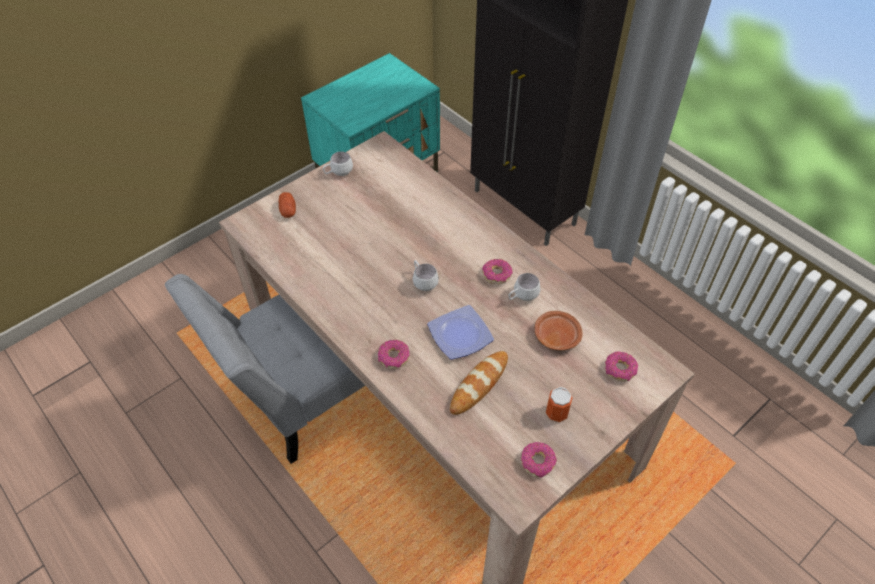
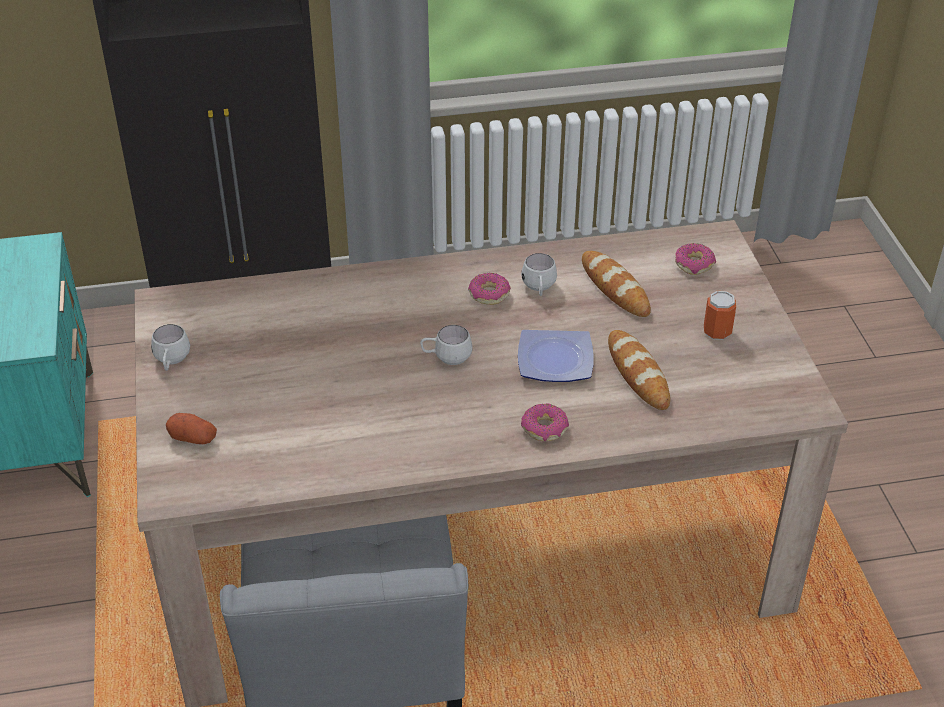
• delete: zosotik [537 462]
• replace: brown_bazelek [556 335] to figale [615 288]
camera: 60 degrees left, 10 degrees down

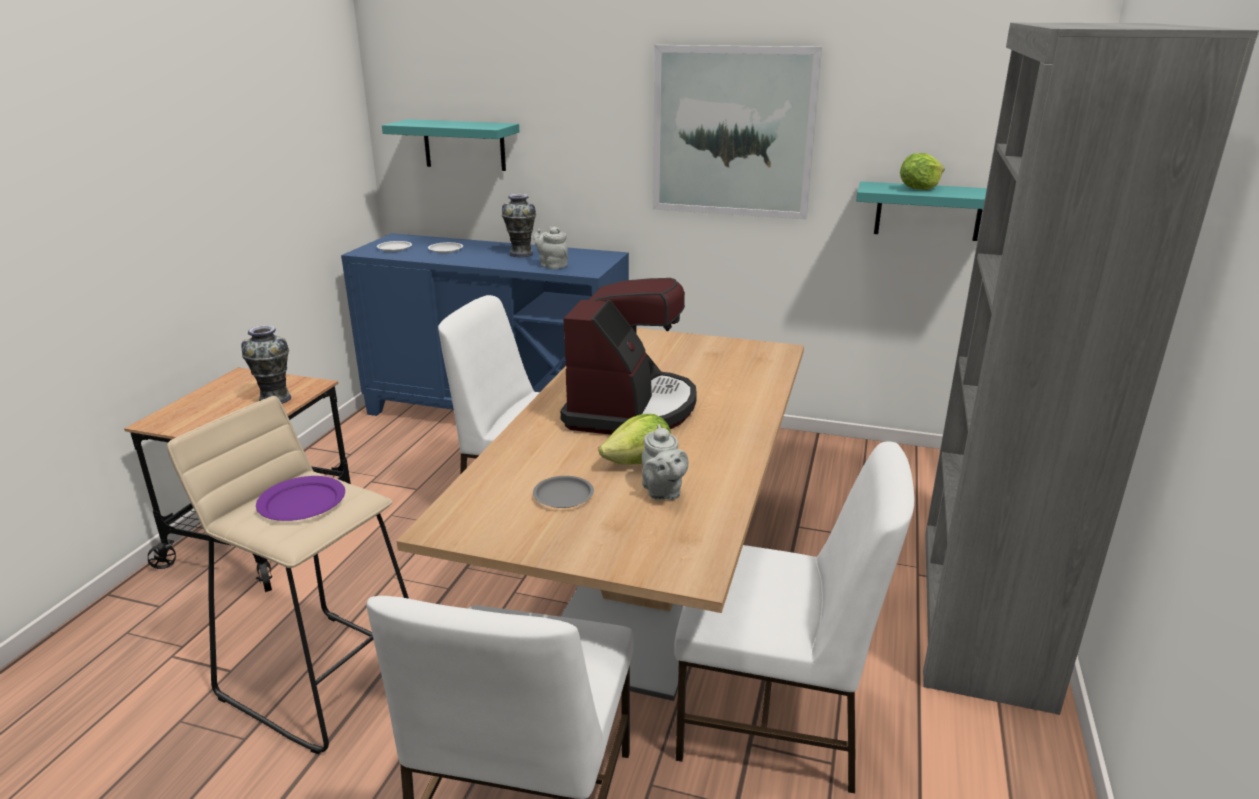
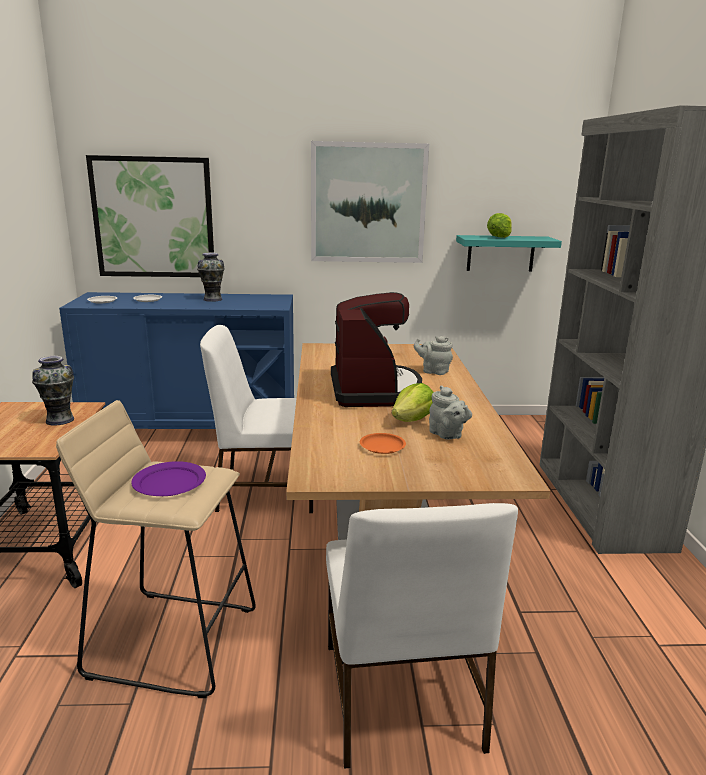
• delete: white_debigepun [773 719]
• move: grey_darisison [552 265] to [433 371]
• replace: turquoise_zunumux [464 145] to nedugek [153 218]
• recolor: grey_bazelek [563 496] to orange_bazelek [382 446]
camera: 20 degrees left, 5 degrees down

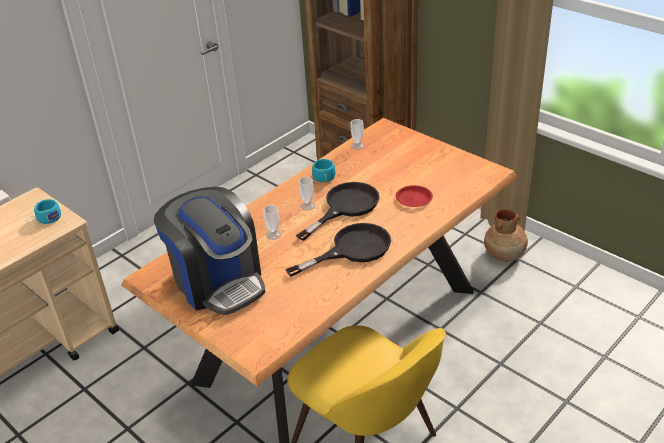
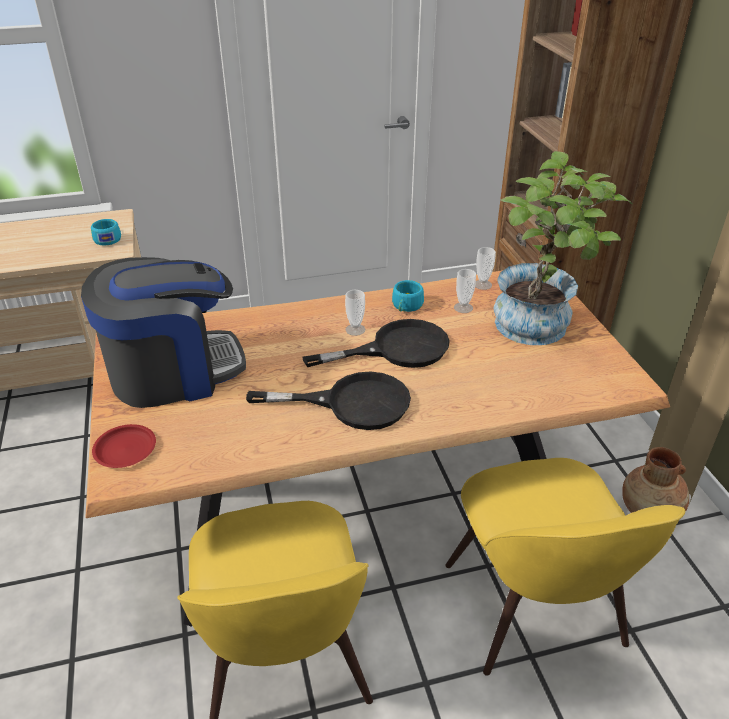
• insert: yellow_debigepun [535 610]
• insert: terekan [540 329]
• move: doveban [273 234] to [463 308]
• move: red_bazelek [414 198] to [126 449]
• rotate: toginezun [218 281] = [174 372] 105 degrees counterclockwise
camera: 30 degrees right, 0 degrees up

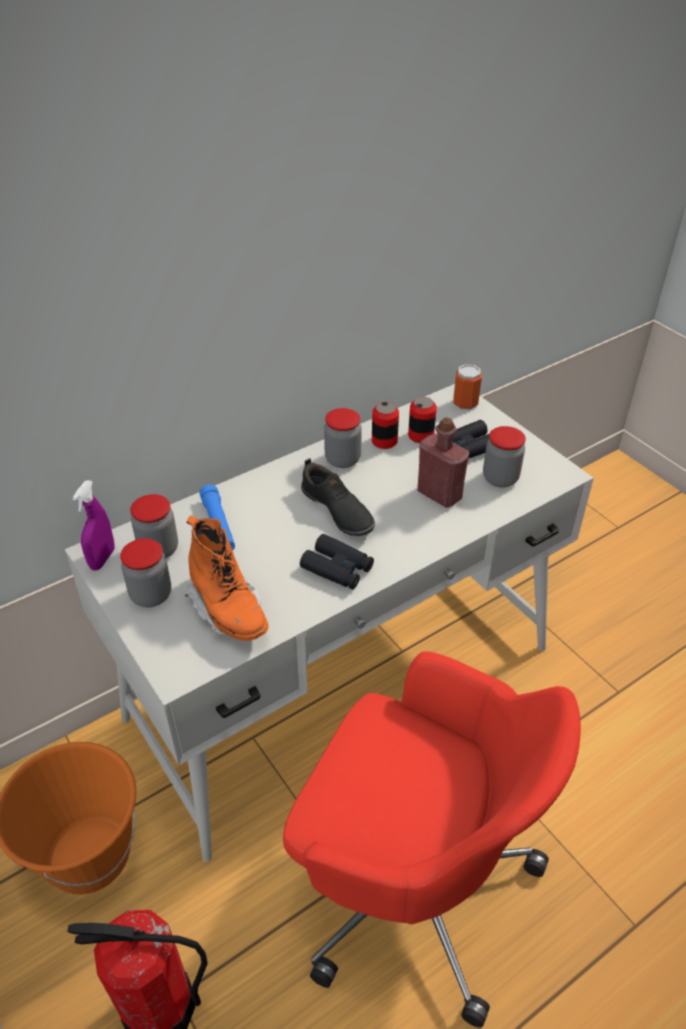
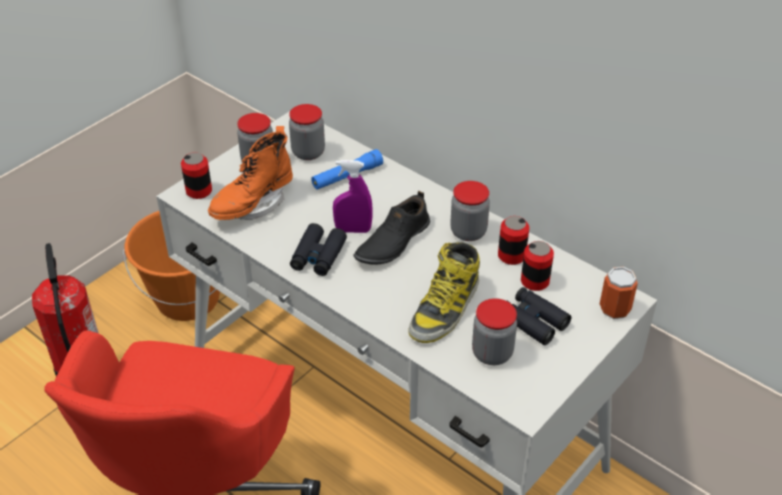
• insert: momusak [199 191]
• move: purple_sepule [102 559] to [353 230]
• replace: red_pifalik [439 494] to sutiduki [445 308]
camera: 75 degrees right, 0 degrees up

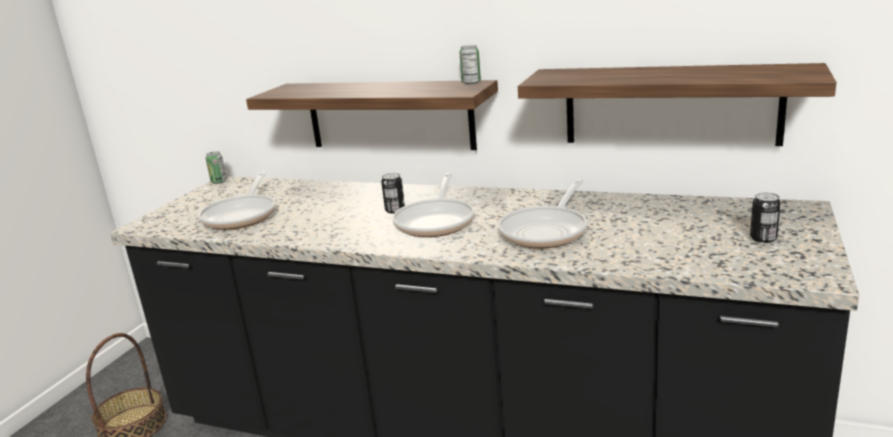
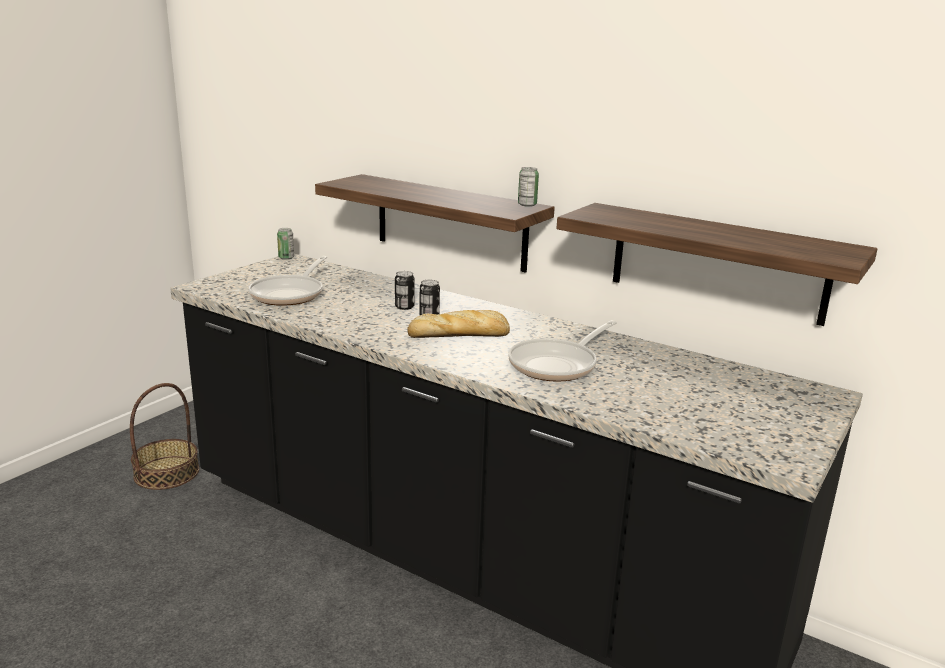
• move: momusak [763 238] to [404 307]
• replace: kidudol [436 221] to figale [461 335]
camera: 10 degrees right, 0 degrees up

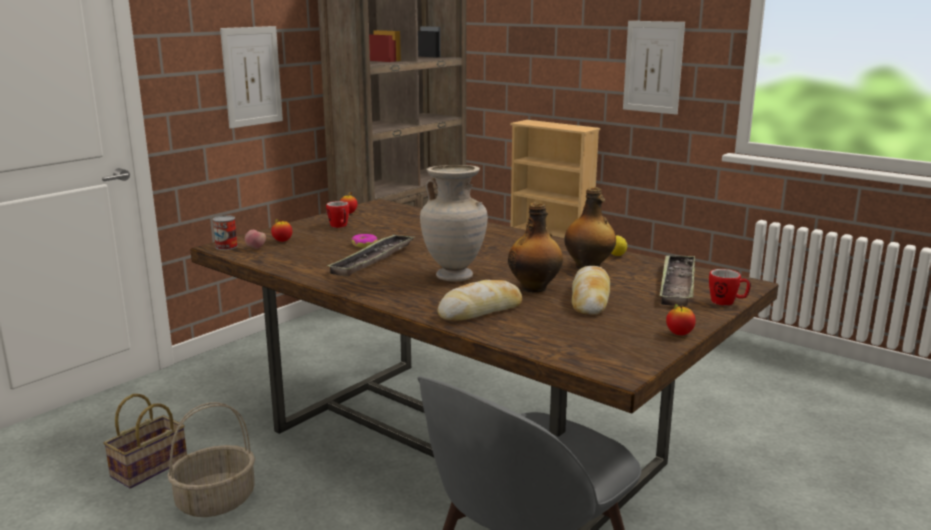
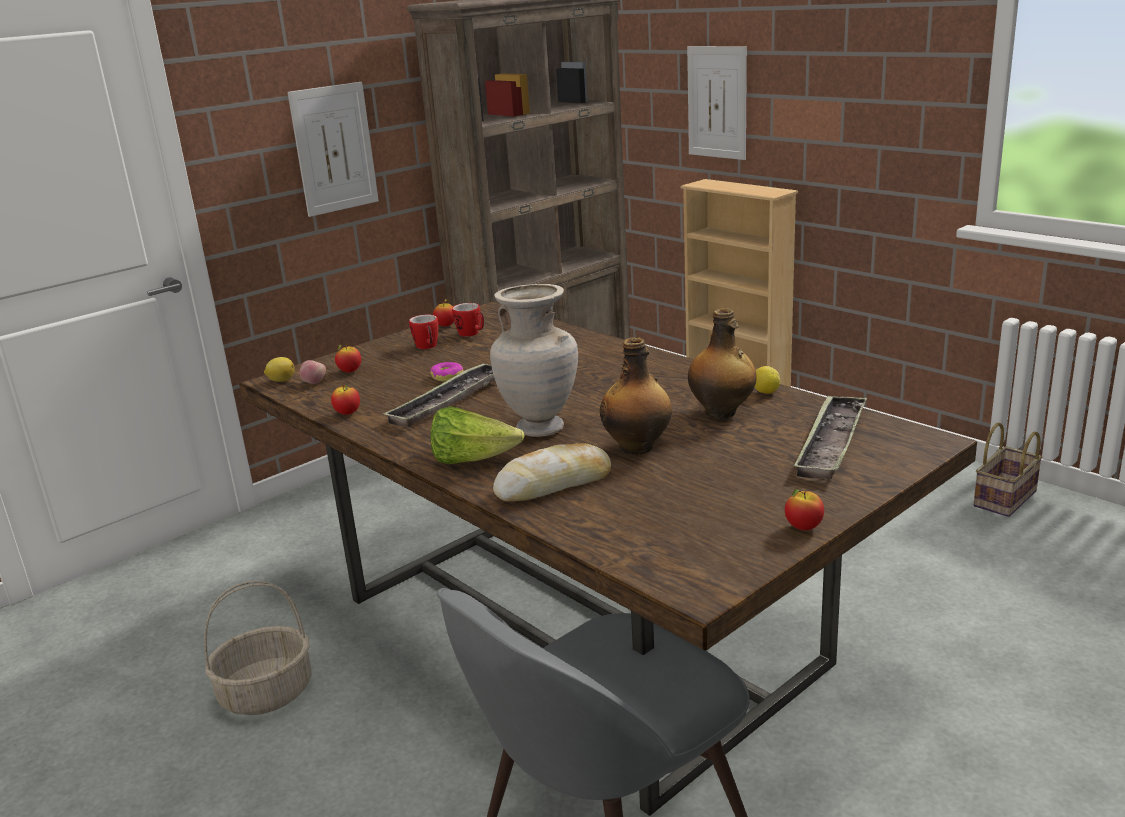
• delete: figale [590 299]
• insert: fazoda [348 413]
• insert: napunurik [472 460]
• move: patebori [148 469] to [1005 500]
• move: nedugek [653 67] to [717 102]
• move: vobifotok [727 302] to [472 334]
• replace: momusak [226 246] to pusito [281 380]
camera: 10 degrees right, 5 degrees up

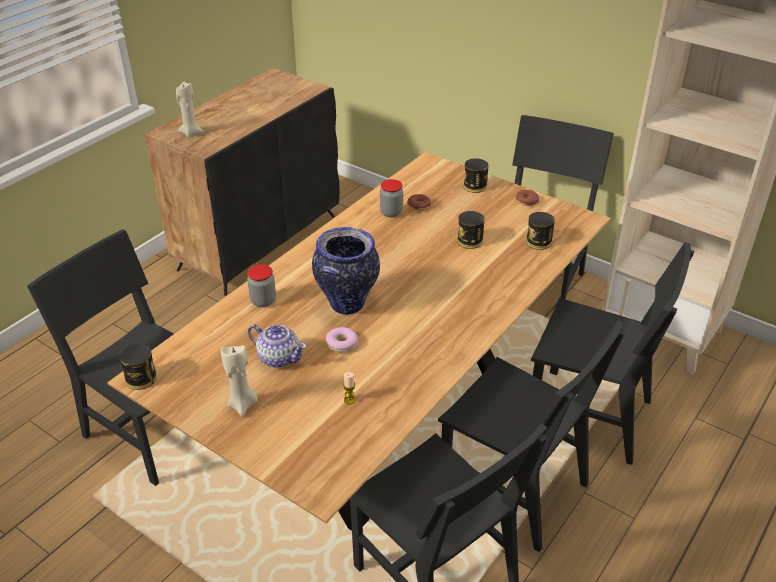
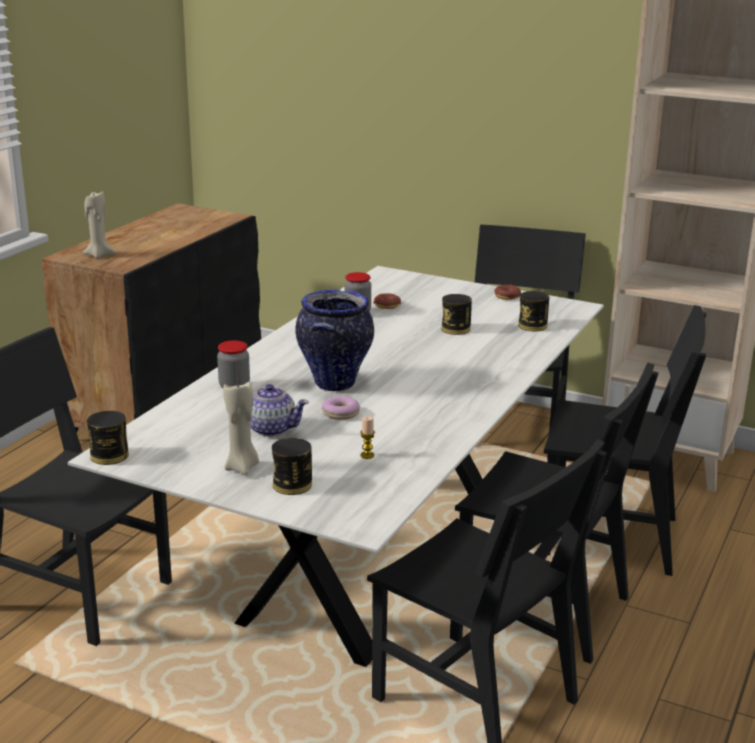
• move: momusak [475 186] to [292 485]
• recolor: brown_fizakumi [388 422] to white_fizakumi [375 561]
camera: 10 degrees left, 15 degrees down

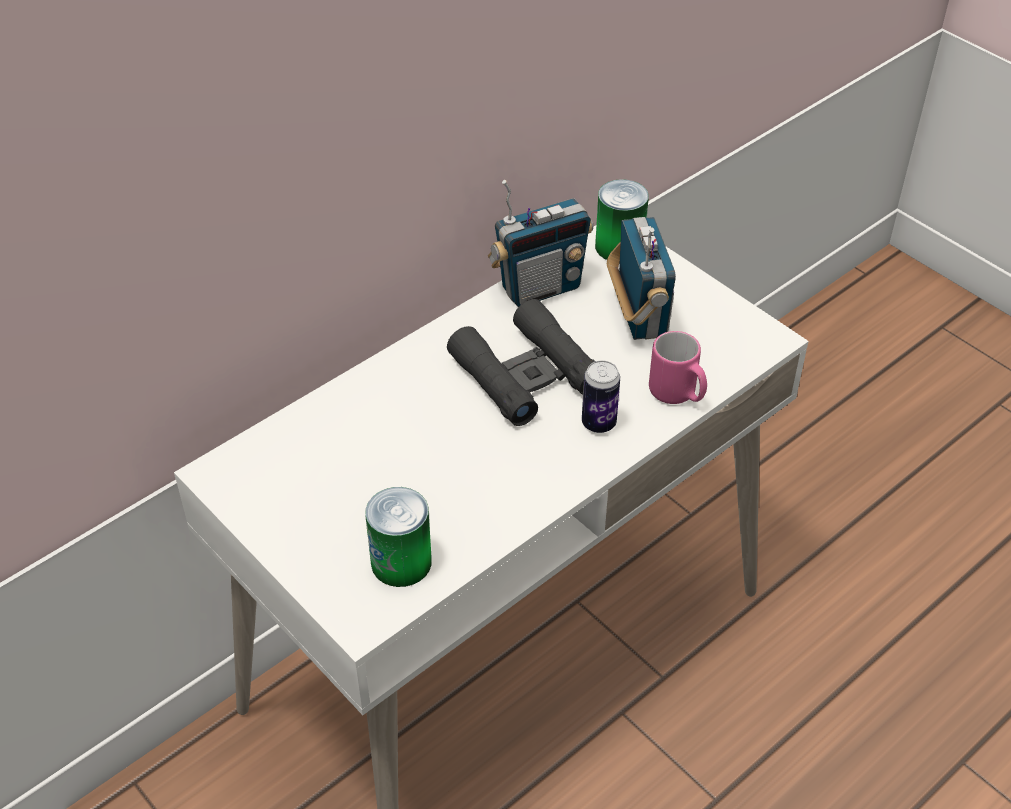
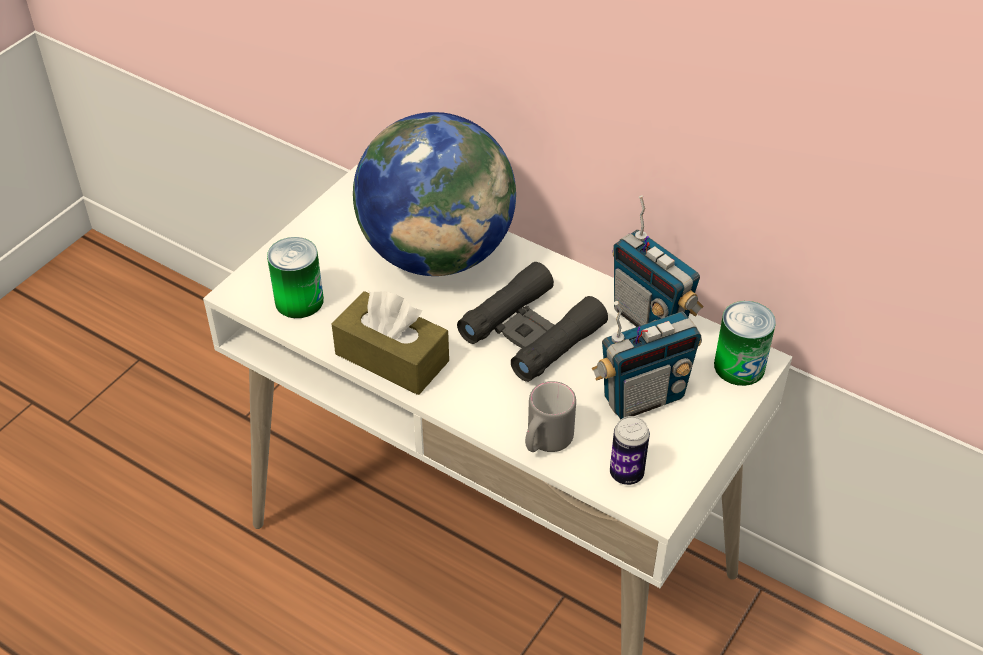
• insert: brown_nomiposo [392 357]
• insert: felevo [437 254]
• move: momusak [598 423] to [626 474]
• recolor: pink_vobifotok [678 395] to grey_vobifotok [545 442]
camera: 75 degrees right, 0 degrees up

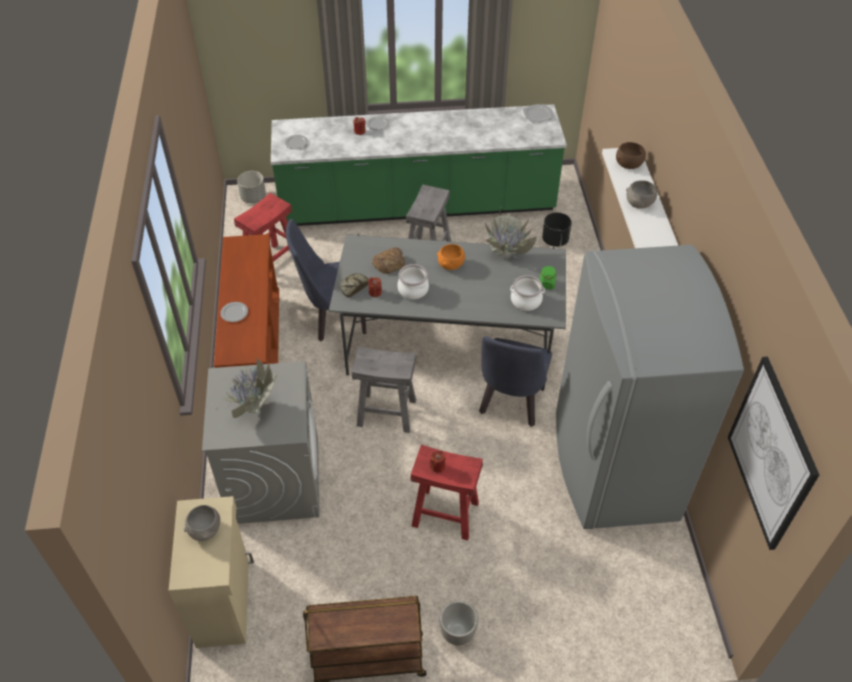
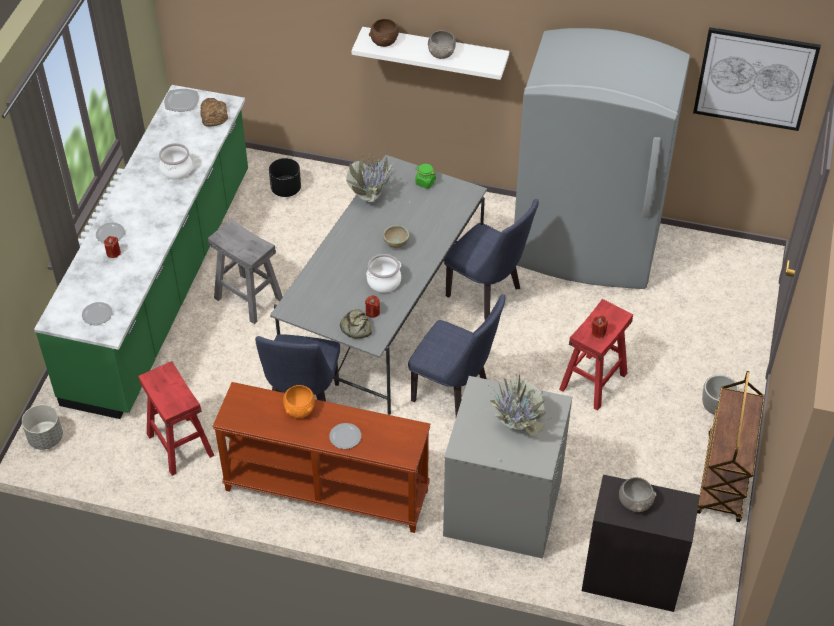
• insert: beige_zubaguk [396 244]
• move: figale [389 263] to [213 115]
• move: orange_zubaguk [451 265] to [300 409]
• move: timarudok [526 300] to [176 170]
• replace: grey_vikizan [386 413] to blue_debigepun [455 394]
• recolor: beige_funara [225 601] to black_funara [631 578]
camera: 70 degrees left, 0 degrees up

